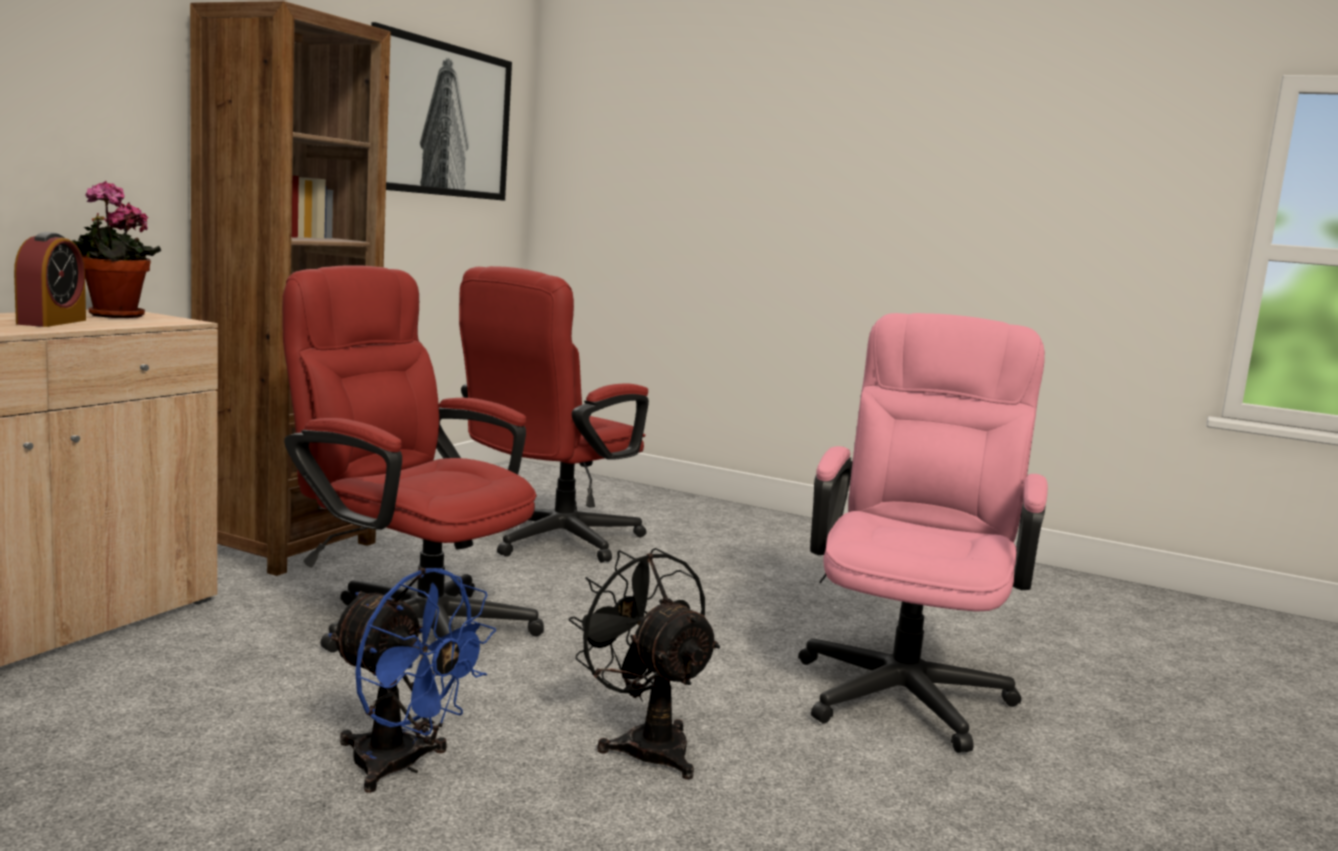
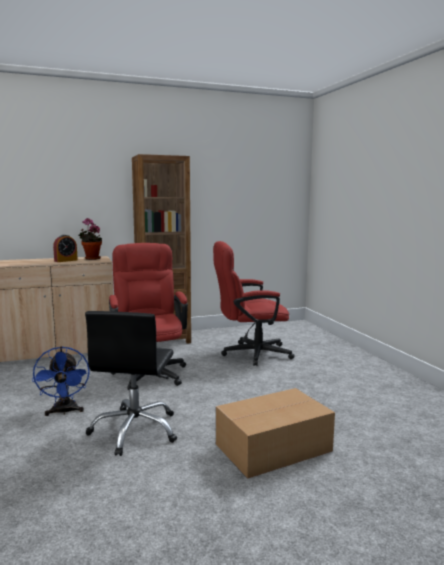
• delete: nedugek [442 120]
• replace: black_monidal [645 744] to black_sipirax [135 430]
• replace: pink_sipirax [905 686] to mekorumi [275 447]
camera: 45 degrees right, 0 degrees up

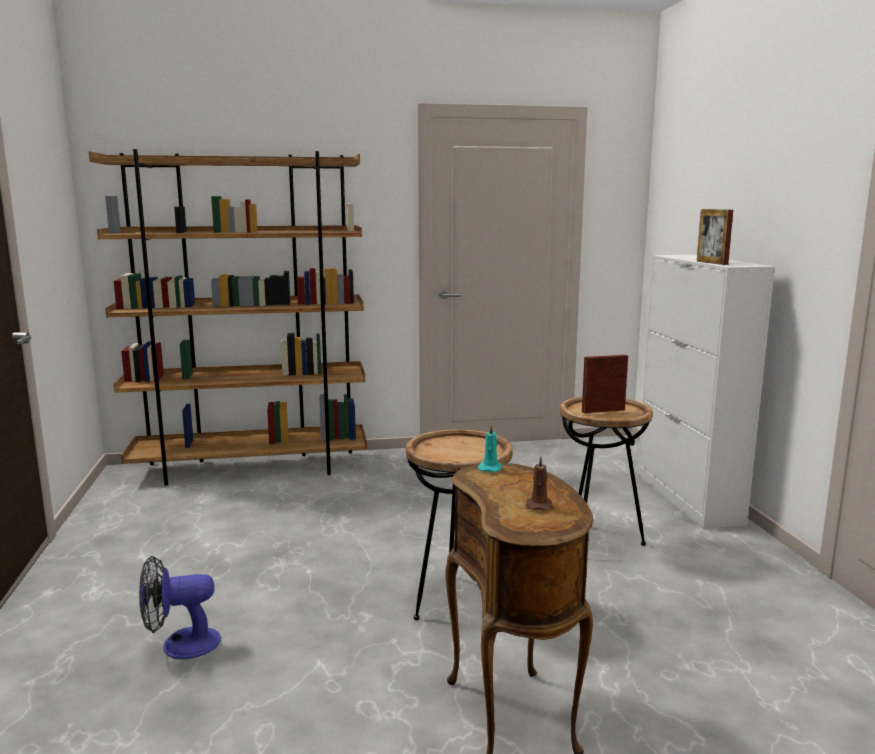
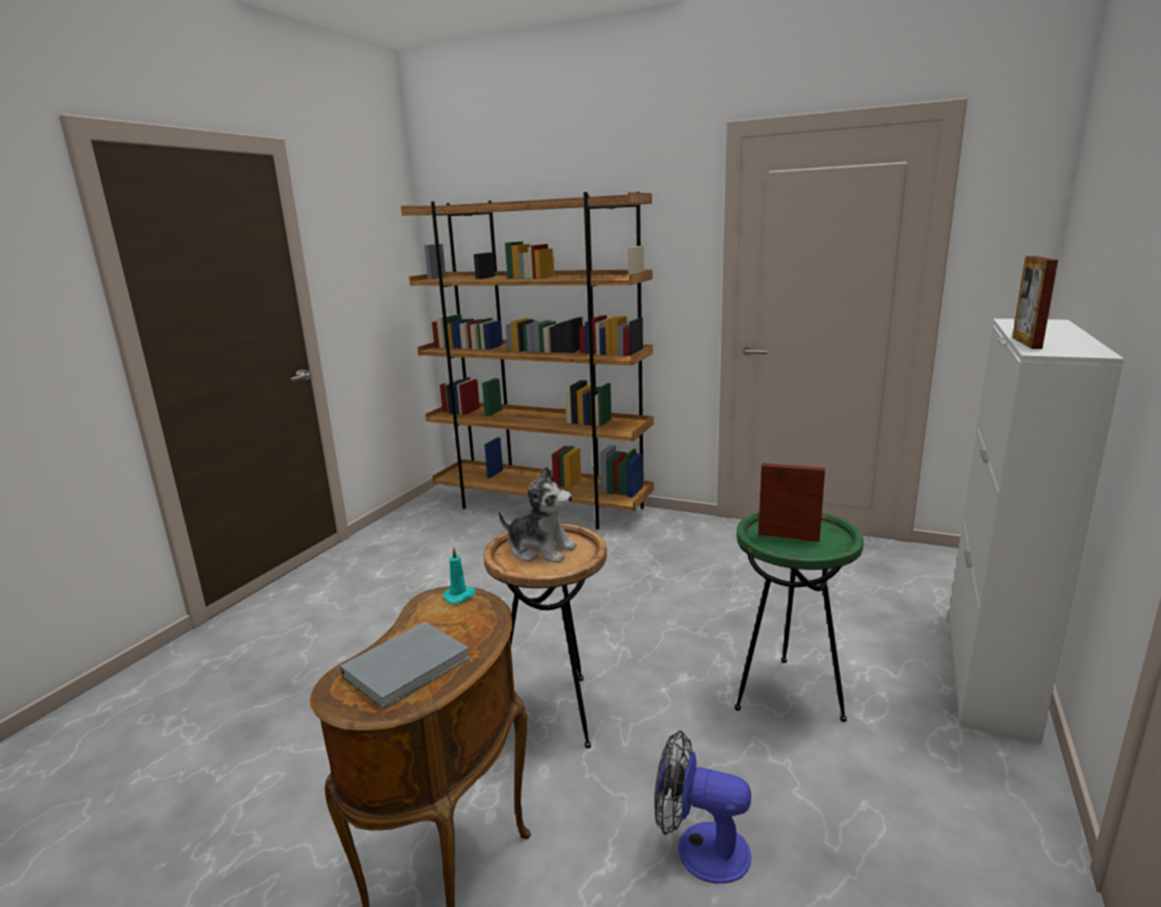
• insert: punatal [540 550]
• move: monidal [180 645] to [699 848]
• replace: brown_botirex [539 505] to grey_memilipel [410 666]
• recolor: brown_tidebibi [598 542] to green_tidebibi [788 695]
camera: 35 degrees right, 5 degrees up

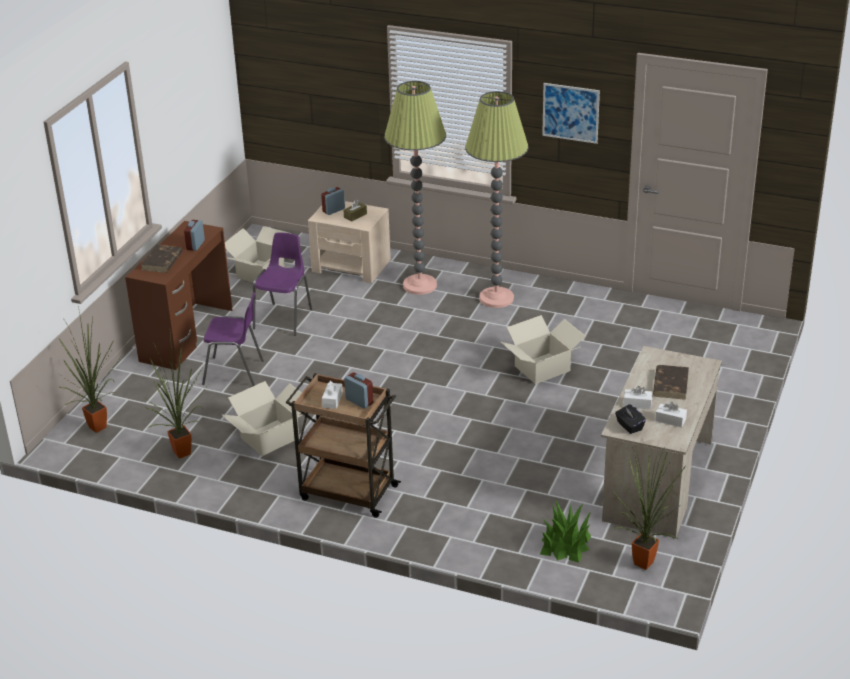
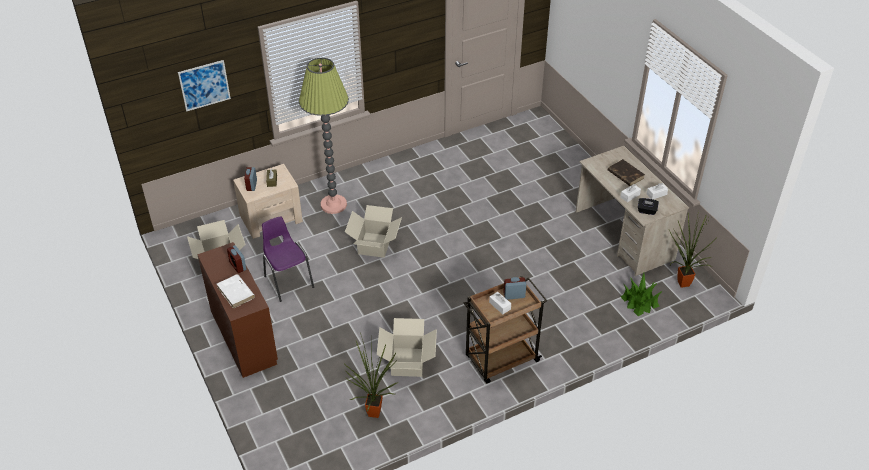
• delete: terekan [100 426]
• delete: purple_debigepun [235 372]
• delete: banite [496 298]
• move: mekorumi [542 368] to [375 245]
• move: nedugek [570 113] to [204 85]
• recolor: brown_memilipel [162 261] to white_memilipel [236 293]
camera: 50 degrees left, 10 degrees up

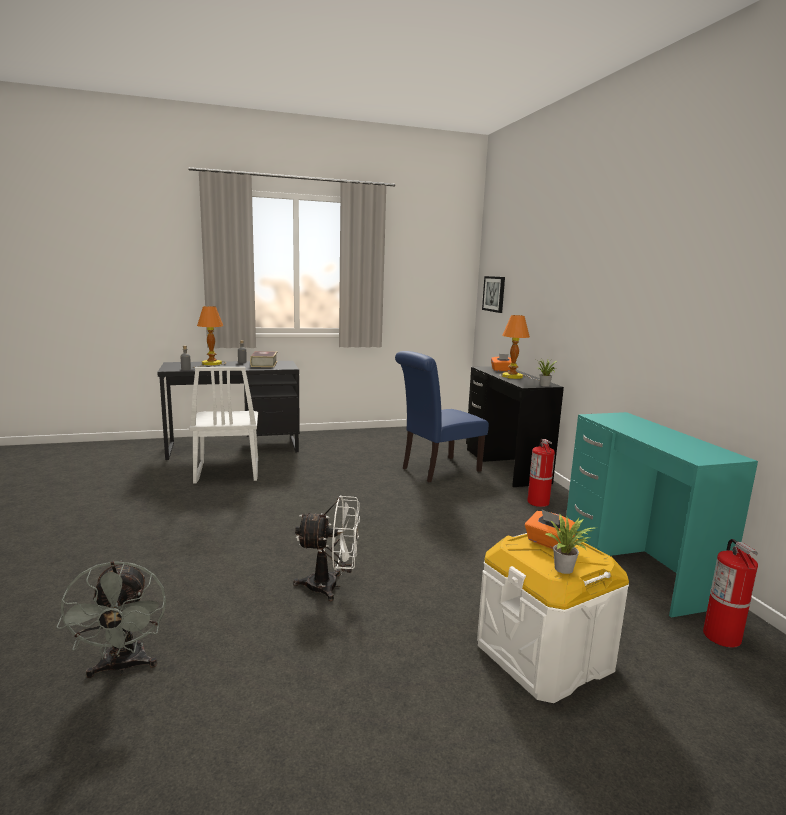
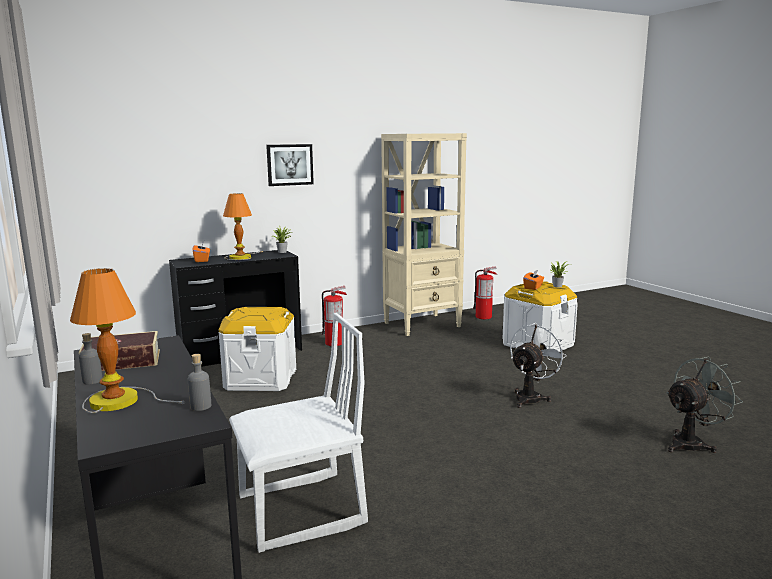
• move: nedugek [494 294] to [289 164]
• replace: blue_debigepun [437 470] to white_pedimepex [261 379]
• replace: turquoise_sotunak [637 565] to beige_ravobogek [423 325]
• rotate: white_monidal [330 586] = [531 397] 45 degrees clockwise
camera: 100 degrees left, 0 degrees up

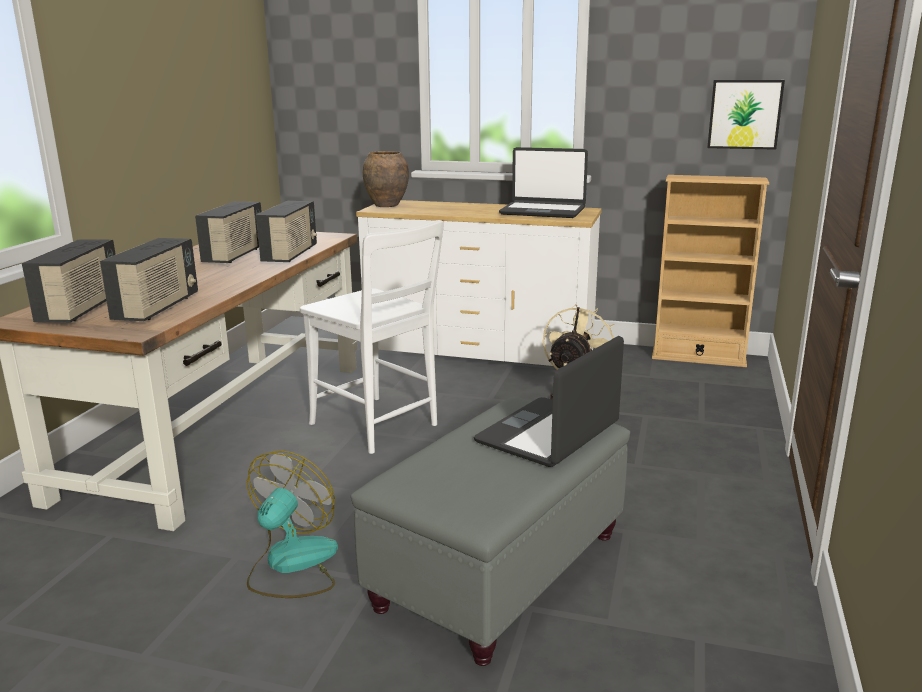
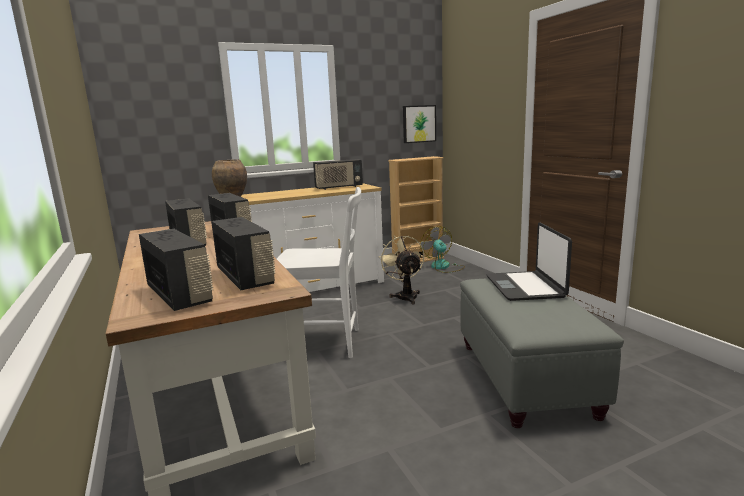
• move: monidal [292 565] to [443 267]
• replace: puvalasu [543 211] to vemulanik [338 187]
camera: 40 degrees left, 5 degrees down

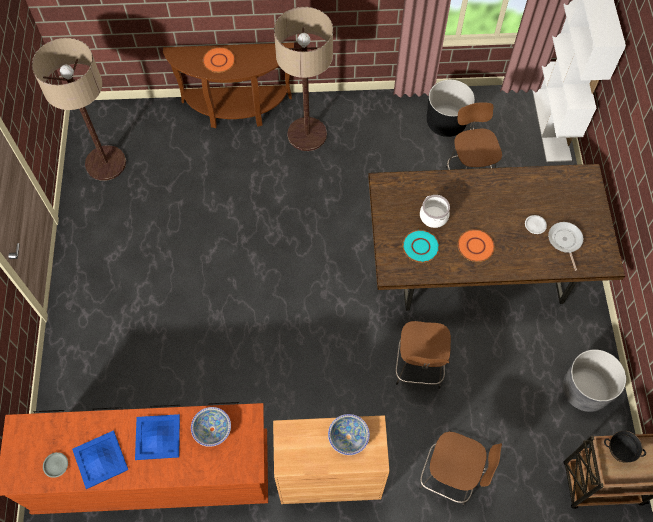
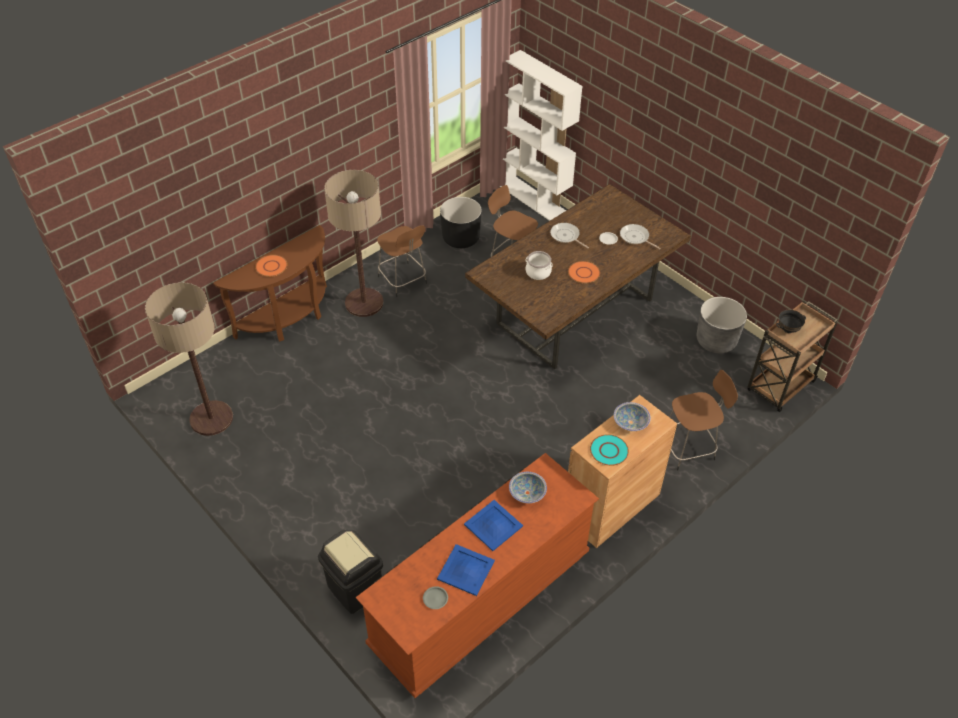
• insert: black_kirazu [354 589]
• insert: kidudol [566 236]
• move: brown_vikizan [418 368] to [403 281]
• move: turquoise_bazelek [421 246] to [609 450]
camera: 40 degrees left, 15 degrees down

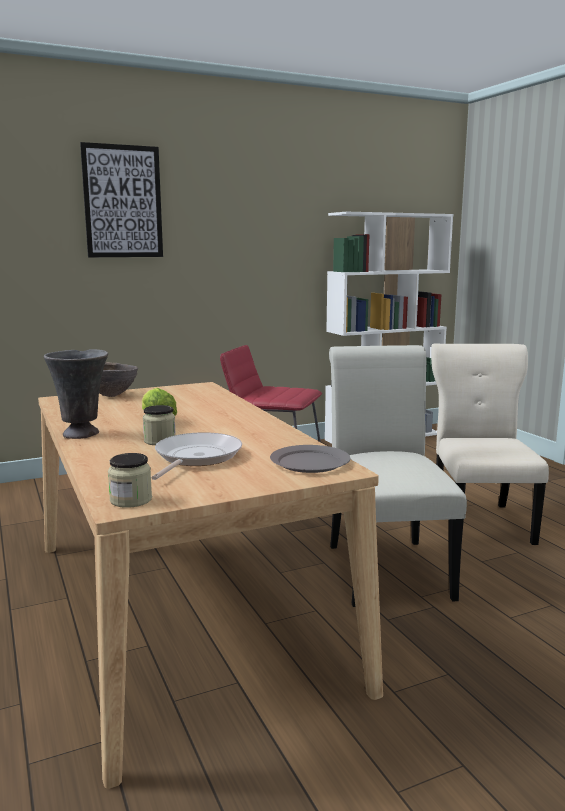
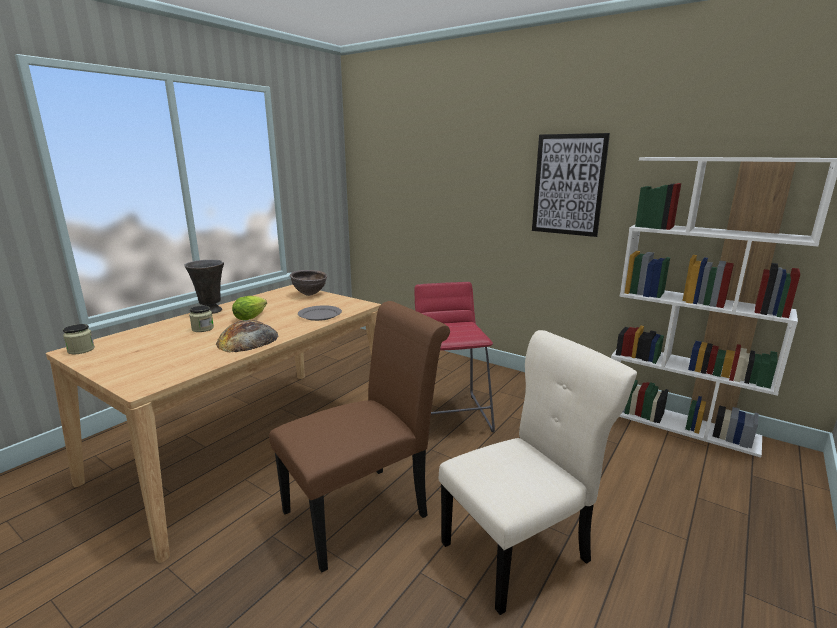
• delete: kidudol [195 457]
• insert: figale [248 340]
• move: nedugek [123 202] to [568 185]
• move: grey_bazelek [310 462] to [320 315]
• recolor: white_debigepun [385 566] to brown_debigepun [364 510]
camera: 60 degrees right, 5 degrees up

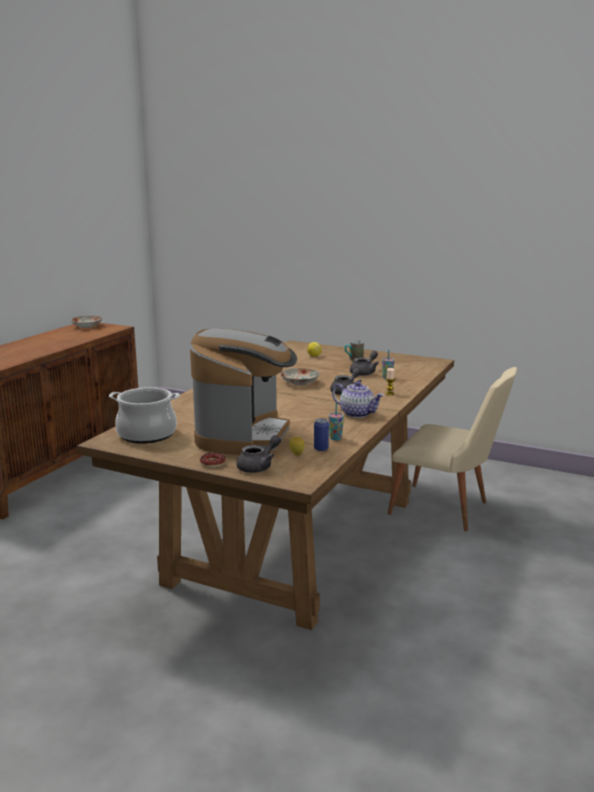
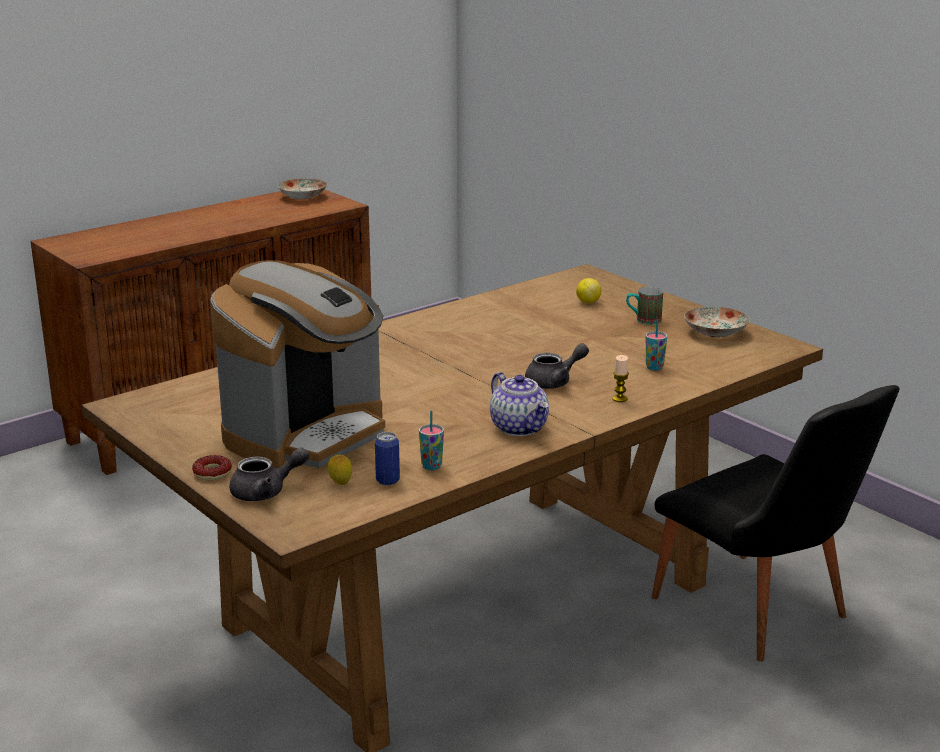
• delete: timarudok [146 434]
• delete: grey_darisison [364 372]
• move: bazelek [299 383] to [715 333]
• recolor: beige_debigepun [448 510] to black_debigepun [762 615]
camera: 25 degrees right, 5 degrees up

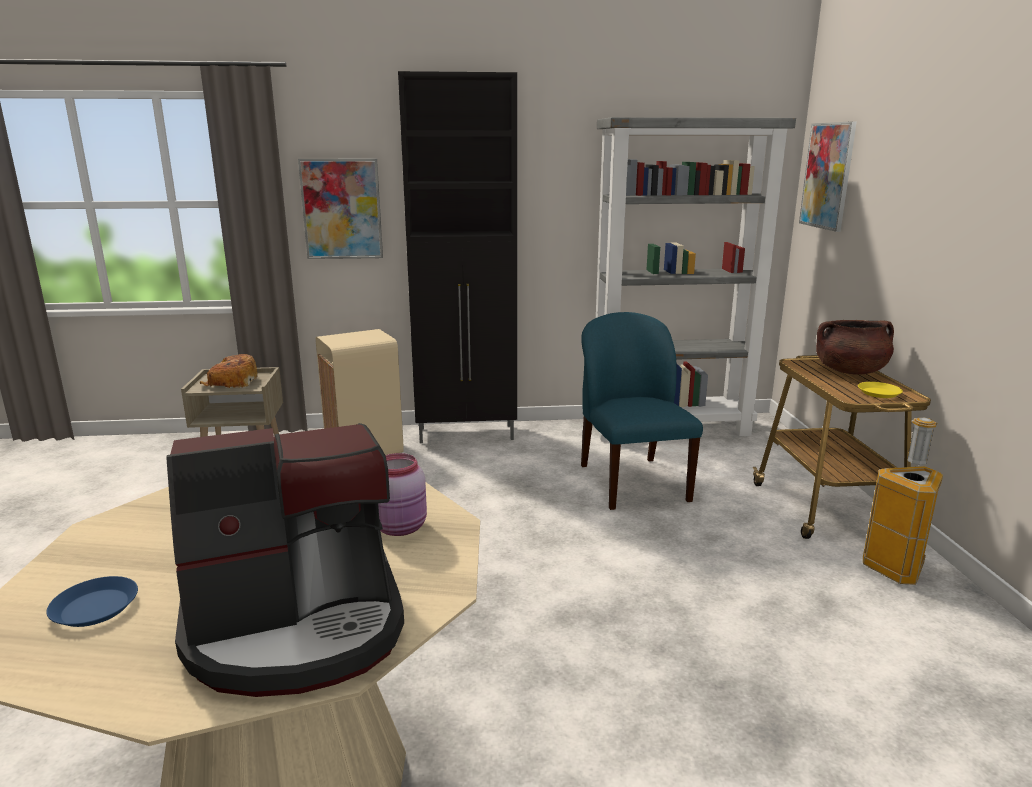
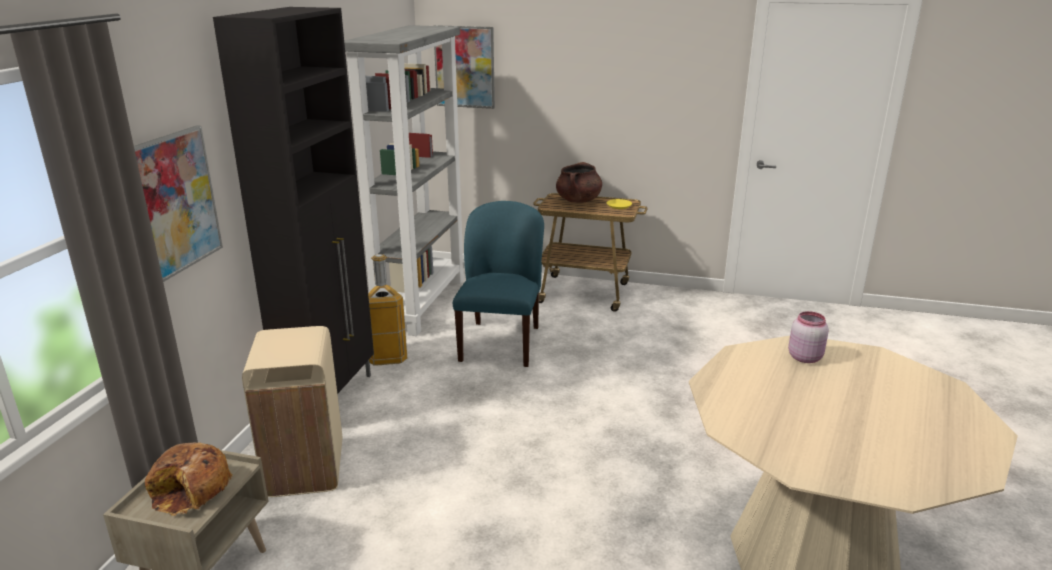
• delete: blue_bazelek [94 608]
• delete: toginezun [297 625]
• move: kirazu [896 569] to [387 357]
• rotate: blue_debigepun [632 482] = [501 343] 90 degrees clockwise
camera: 70 degrees left, 5 degrees up

